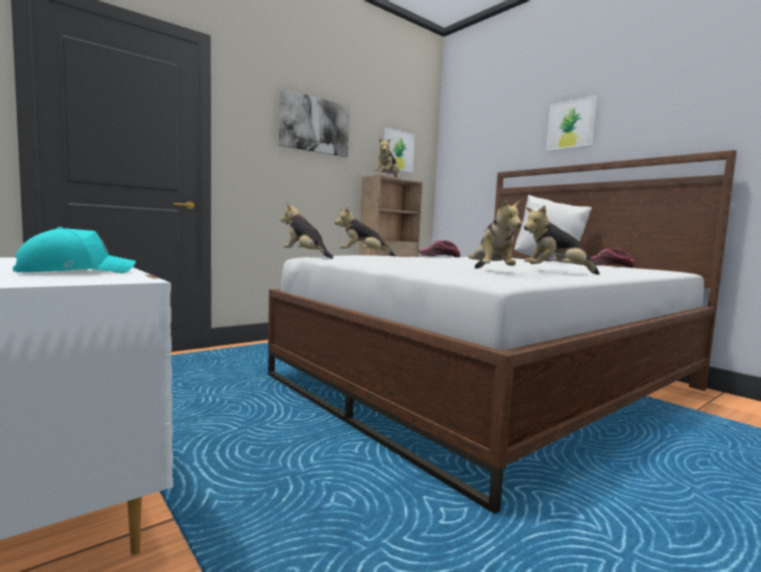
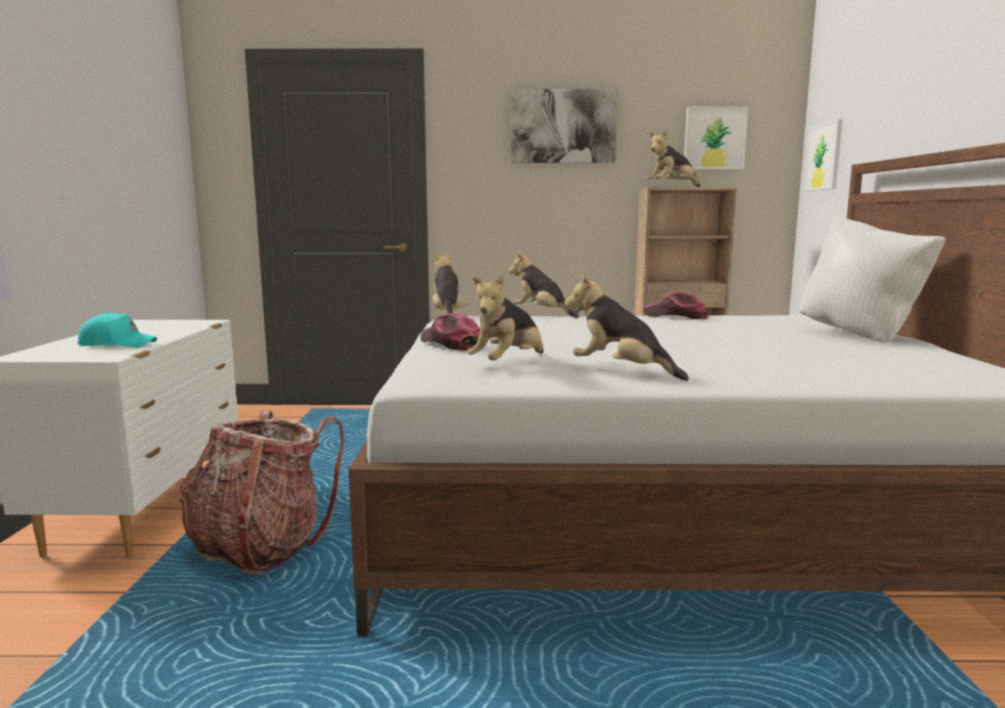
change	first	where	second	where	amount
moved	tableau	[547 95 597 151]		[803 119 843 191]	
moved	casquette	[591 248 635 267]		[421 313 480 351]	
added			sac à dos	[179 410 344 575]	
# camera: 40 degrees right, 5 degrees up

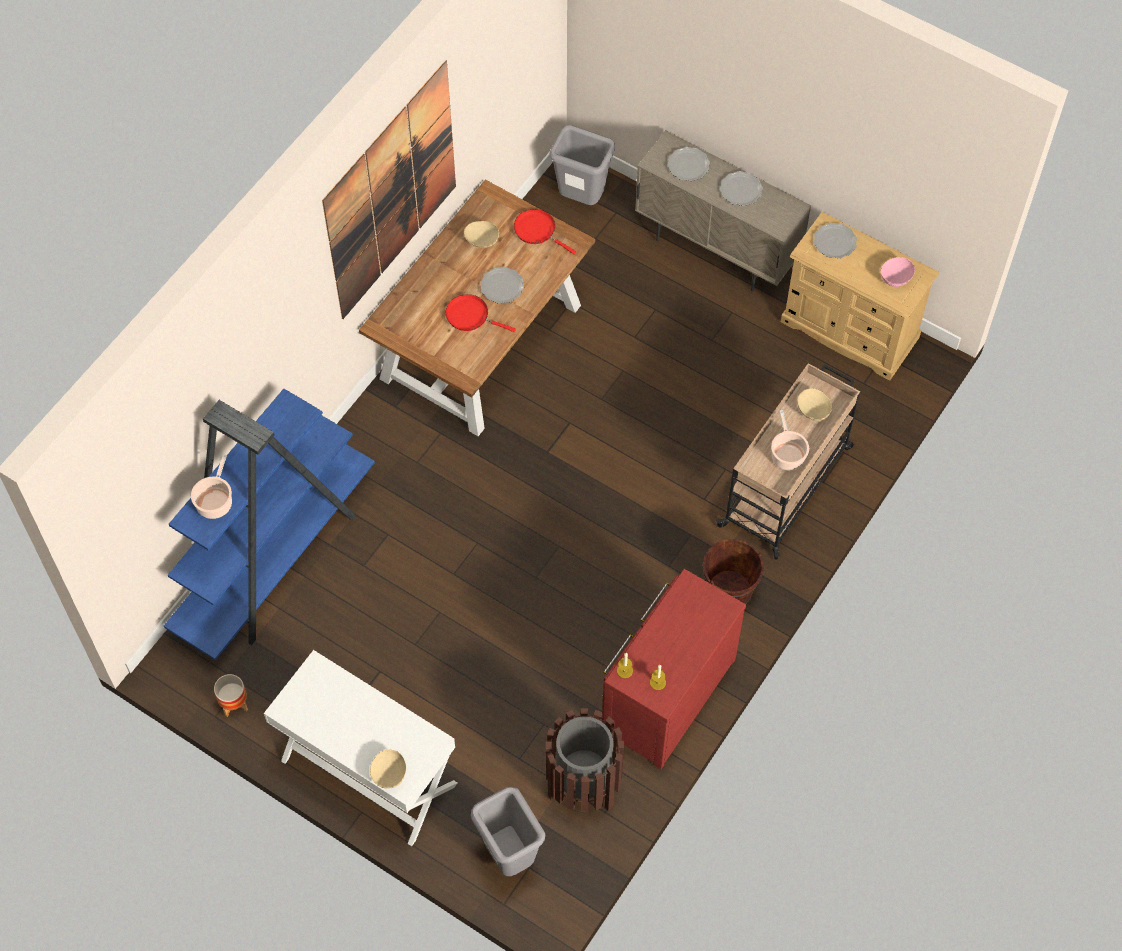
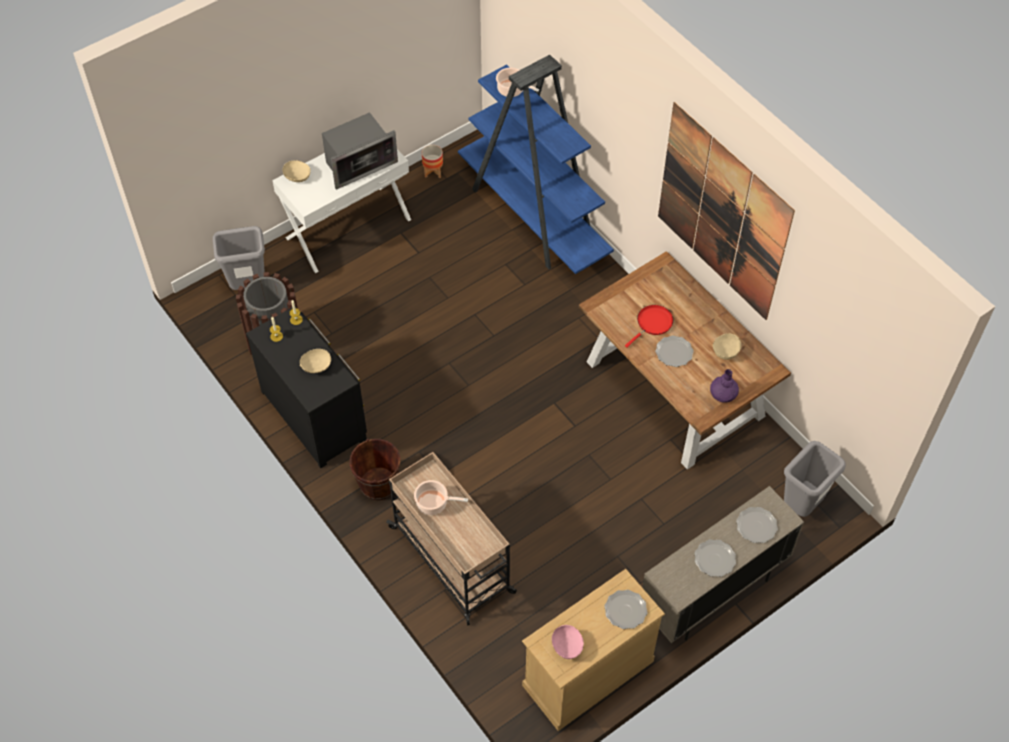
change	first	where	second	where	amount
replaced	poêle/rouge	[514 209 576 254]	vase/violet	[710 369 739 403]	
recoloured	commode/rouge	[602 569 746 769]	commode/noir	[246 306 367 468]	
moved	bol/beige	[797 388 832 421]		[300 349 331 373]	
added			micro-ondes	[322 112 398 190]	
# camera: 110 degrees right, 5 degrees down

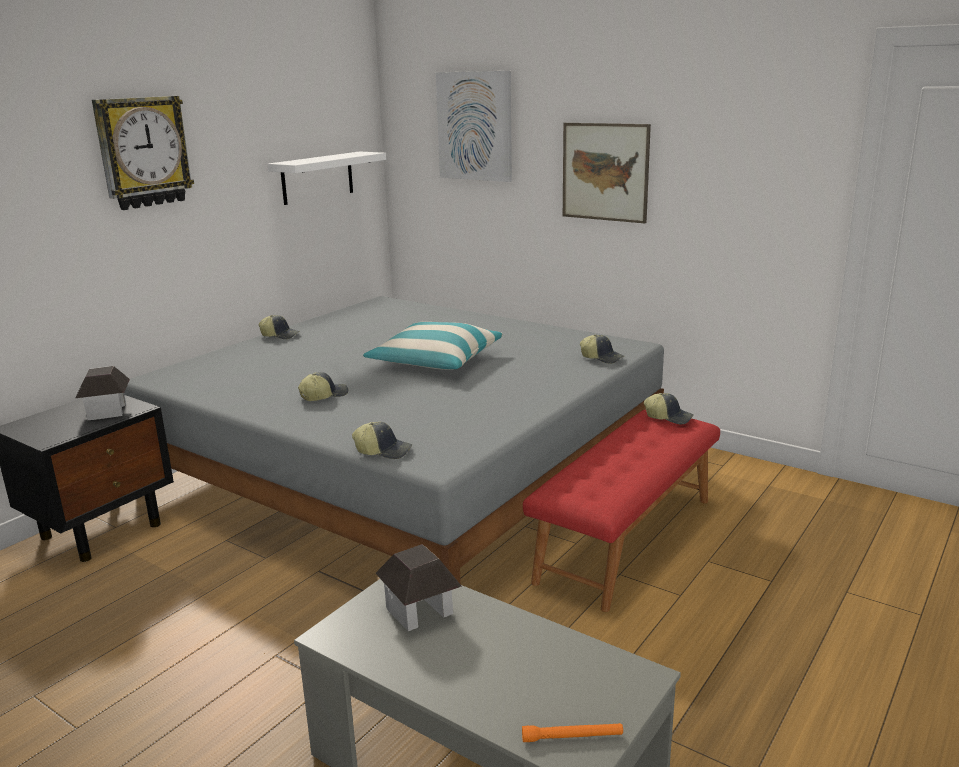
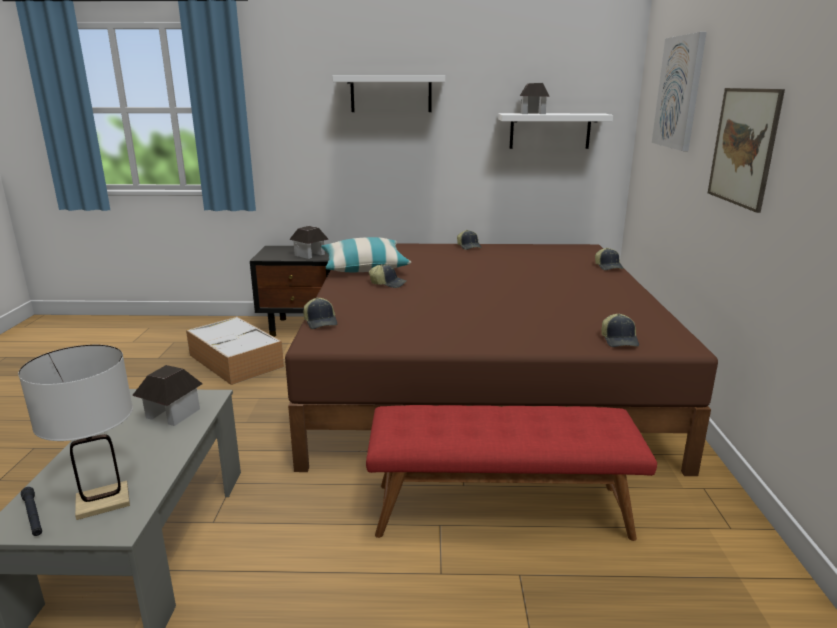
change	first	where	second	where	amount
replaced	horloge murale	[92 96 194 210]	étagère/blanc	[333 75 445 112]	
recoloured	lit/gris	[124 296 664 584]	lit/marron	[285 244 718 476]	
moved	coussin	[363 322 503 370]		[321 237 411 272]	
recoloured	lampe de poche/orange	[522 723 623 742]	lampe de poche/noir	[21 487 42 536]	
moved	casquette	[644 393 693 424]		[595 248 623 270]	
added			lampe de table/blanc	[18 345 133 520]	
added			boîte de rangement	[186 317 284 385]	
added			maison miniature	[520 83 550 114]	
# camera: 55 degrees right, 0 degrees up

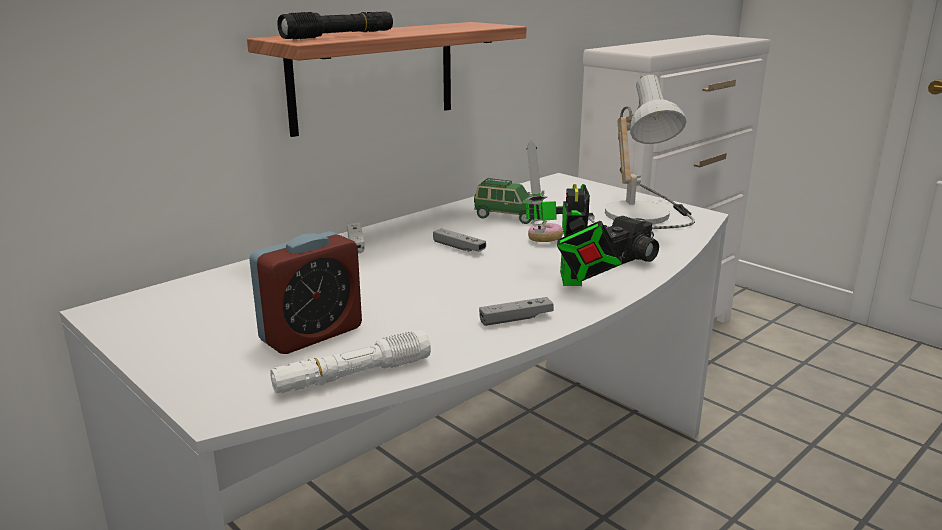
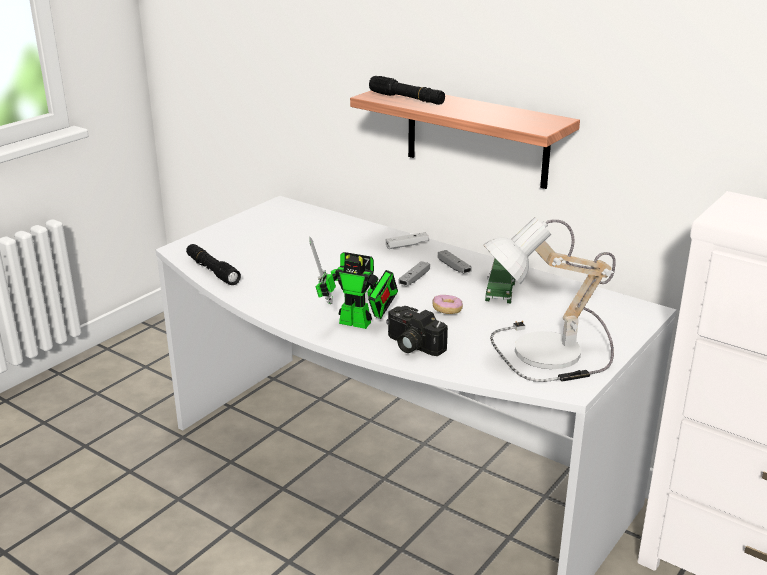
change	first	where	second	where	amount
removed	réveil	[249 231 362 354]			
recoloured	lampe de poche/blanc	[270 330 431 393]	lampe de poche/noir	[186 244 241 285]	
moved	manette/gris	[479 297 554 326]		[438 250 472 274]	
turned	robot jouet	[525 140 622 286]		[309 237 398 329]	150 degrees counterclockwise
# camera: 80 degrees right, 5 degrees up

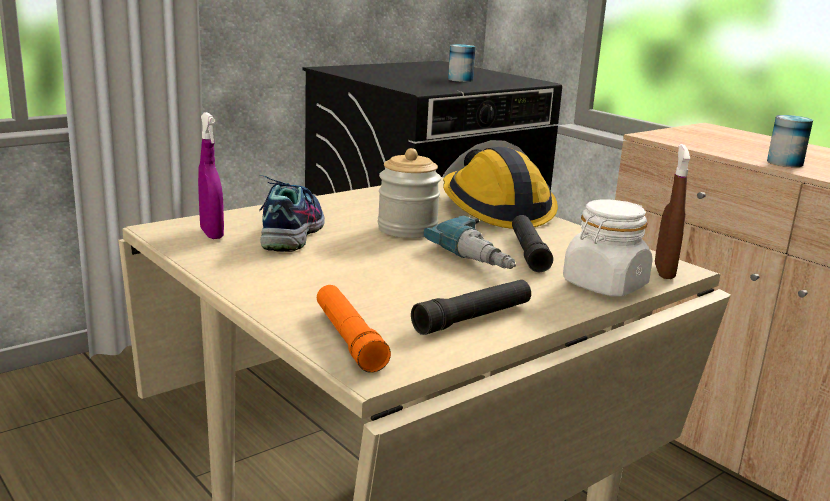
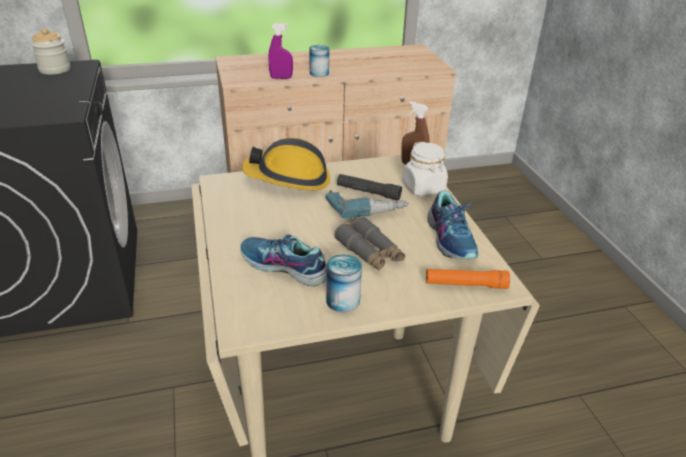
change	first	where	second	where	amount
moved	vaporisateur/violet	[198 112 224 239]		[268 23 293 79]	
moved	bocal	[378 148 441 238]		[31 28 71 75]	
replaced	lampe de poche/noir	[411 280 531 335]	chaussure	[428 191 479 259]	
moved	boîte métallique	[448 44 476 82]		[326 254 362 312]	
added			jumelles/gris	[334 217 405 271]	
# camera: 65 degrees left, 15 degrees up

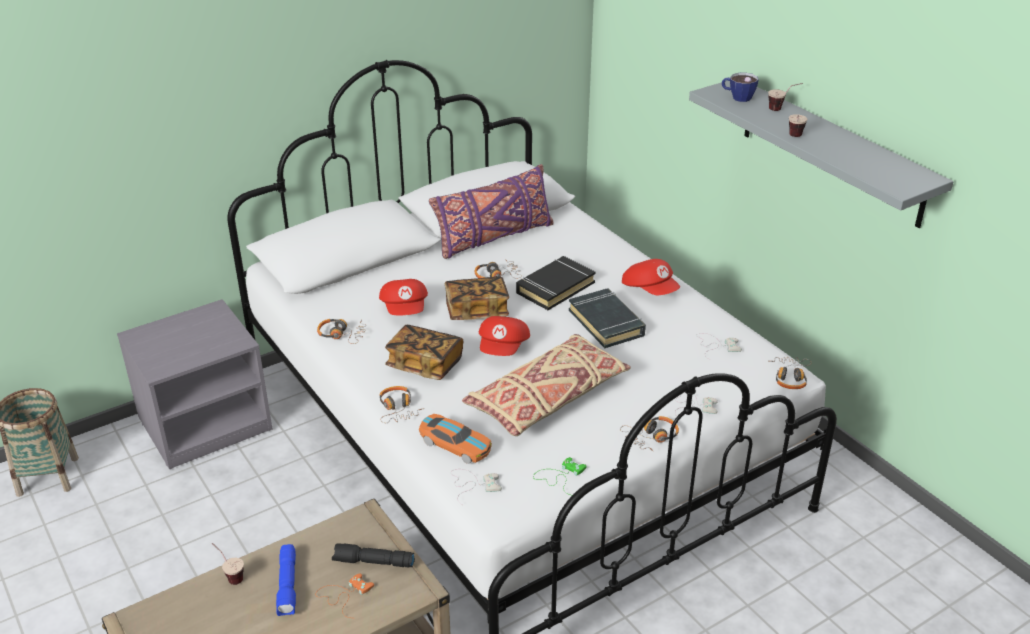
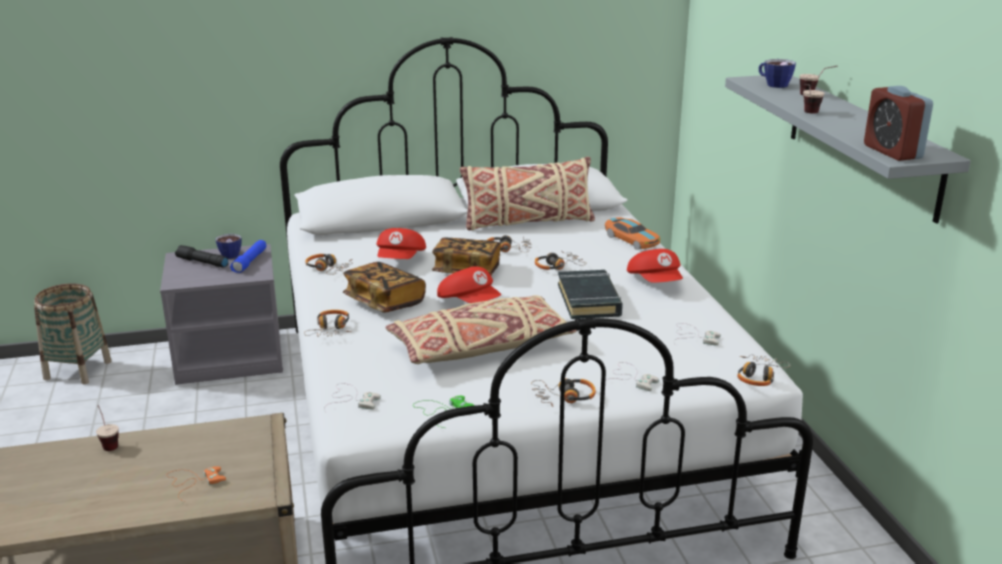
change	first	where	second	where	amount
moved	lampe de poche/bleu	[276 544 296 616]		[230 240 266 273]	
moved	lampe de poche/noir	[332 543 415 568]		[175 245 229 267]	
moved	petite voiture	[419 414 492 464]		[605 217 660 250]	
recoloured	coussin/violet	[429 164 554 259]	coussin/beige	[460 157 595 231]	
turned	casquette/rouge	[479 316 530 356]		[437 266 501 303]	75 degrees counterclockwise
replaced	livre/noir	[516 256 596 310]	casque audio	[535 251 586 270]	
added			tasse	[215 234 242 259]	
added			réveil	[864 86 933 161]	
# camera: 20 degrees right, 10 degrees down

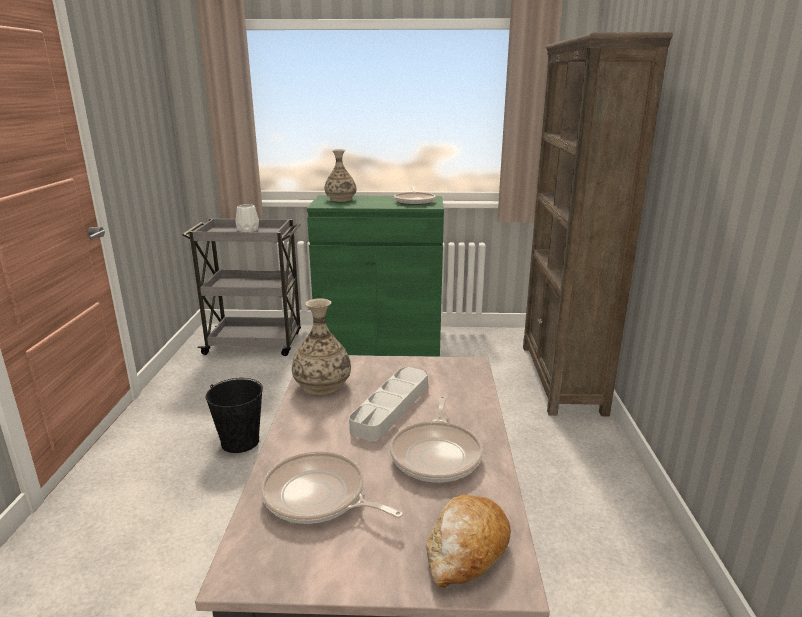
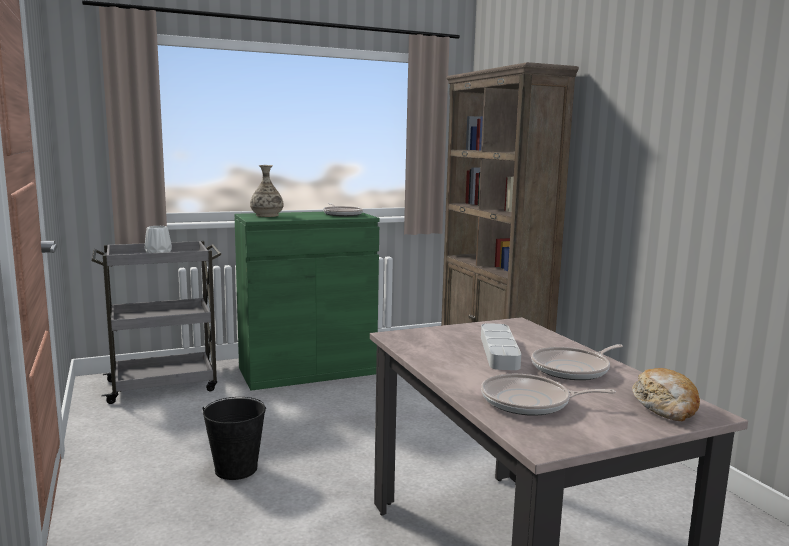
change	first	where	second	where	amount
removed	vase	[292 299 351 395]			
turned	poêle	[390 396 483 482]		[531 344 623 380]	75 degrees clockwise
# camera: 25 degrees left, 10 degrees down

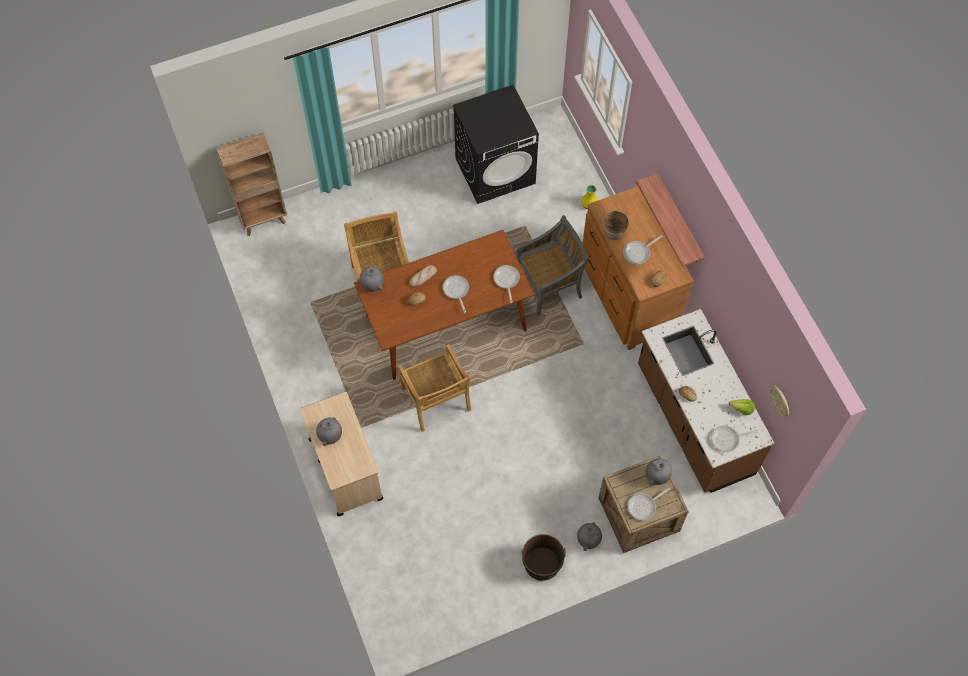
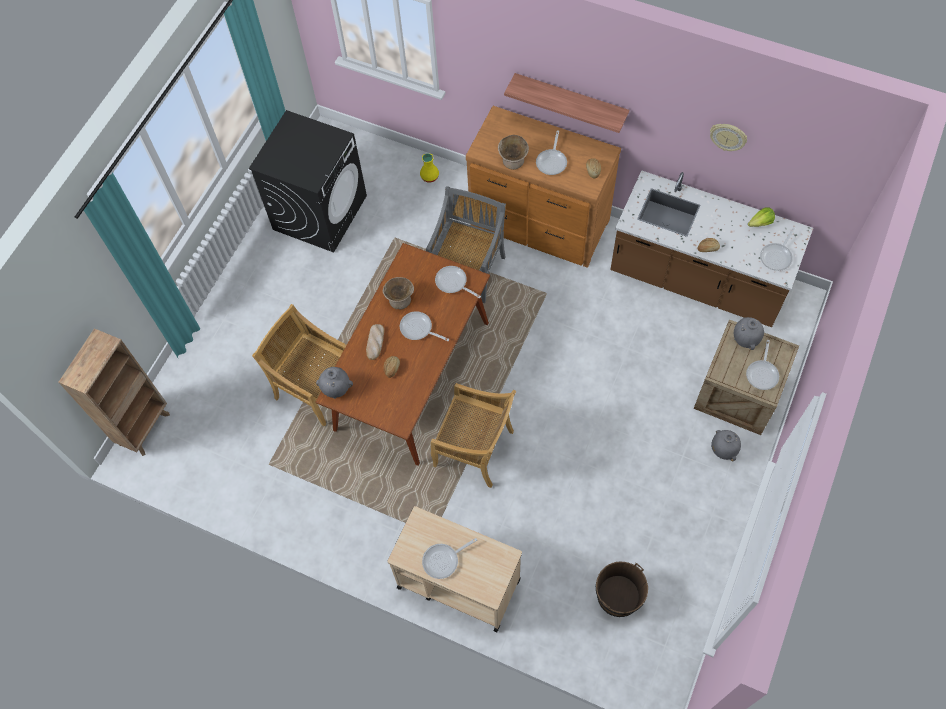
change	first	where	second	where	amount
replaced	vase/gris	[316 417 342 446]	poêle	[422 538 477 579]	
moved	seau/marron	[522 534 566 581]		[596 561 648 617]	
moved	horloge murale	[770 385 790 418]		[710 124 747 151]	
added			bol/beige	[383 277 414 310]	
# camera: 40 degrees left, 0 degrees up

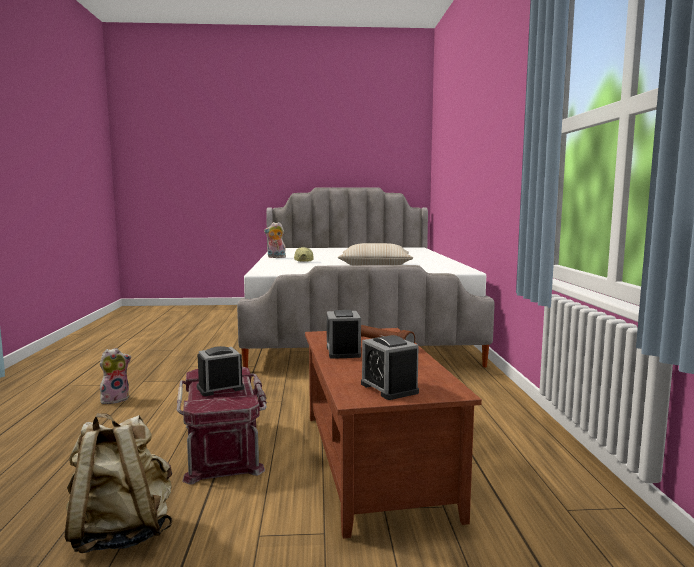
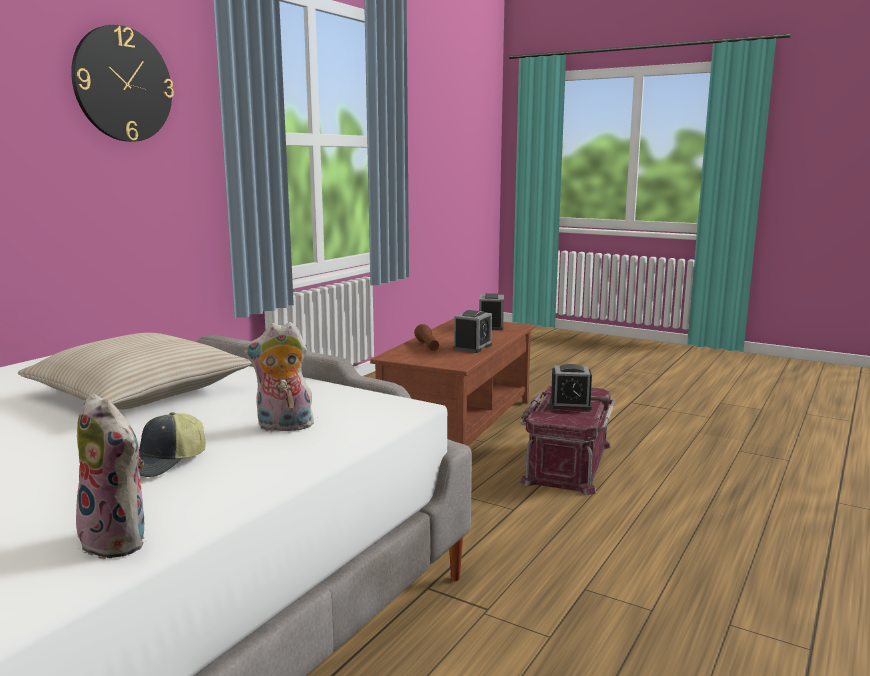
change	first	where	second	where	amount
removed	sac à dos/beige	[65 413 172 553]			
moved	peluche	[100 348 131 404]		[243 322 314 433]	
added			horloge murale	[71 25 174 142]	
# camera: 145 degrees left, 5 degrees up

